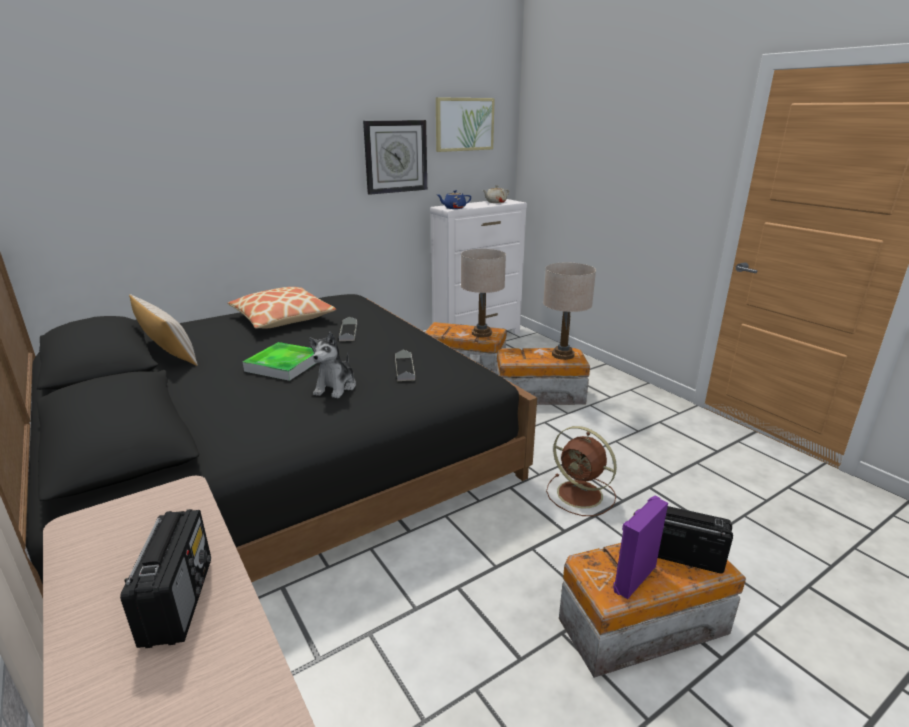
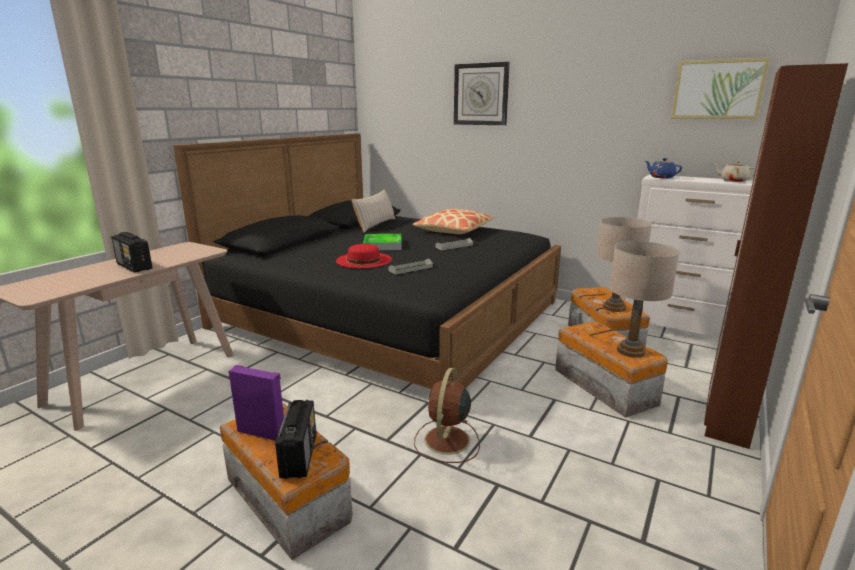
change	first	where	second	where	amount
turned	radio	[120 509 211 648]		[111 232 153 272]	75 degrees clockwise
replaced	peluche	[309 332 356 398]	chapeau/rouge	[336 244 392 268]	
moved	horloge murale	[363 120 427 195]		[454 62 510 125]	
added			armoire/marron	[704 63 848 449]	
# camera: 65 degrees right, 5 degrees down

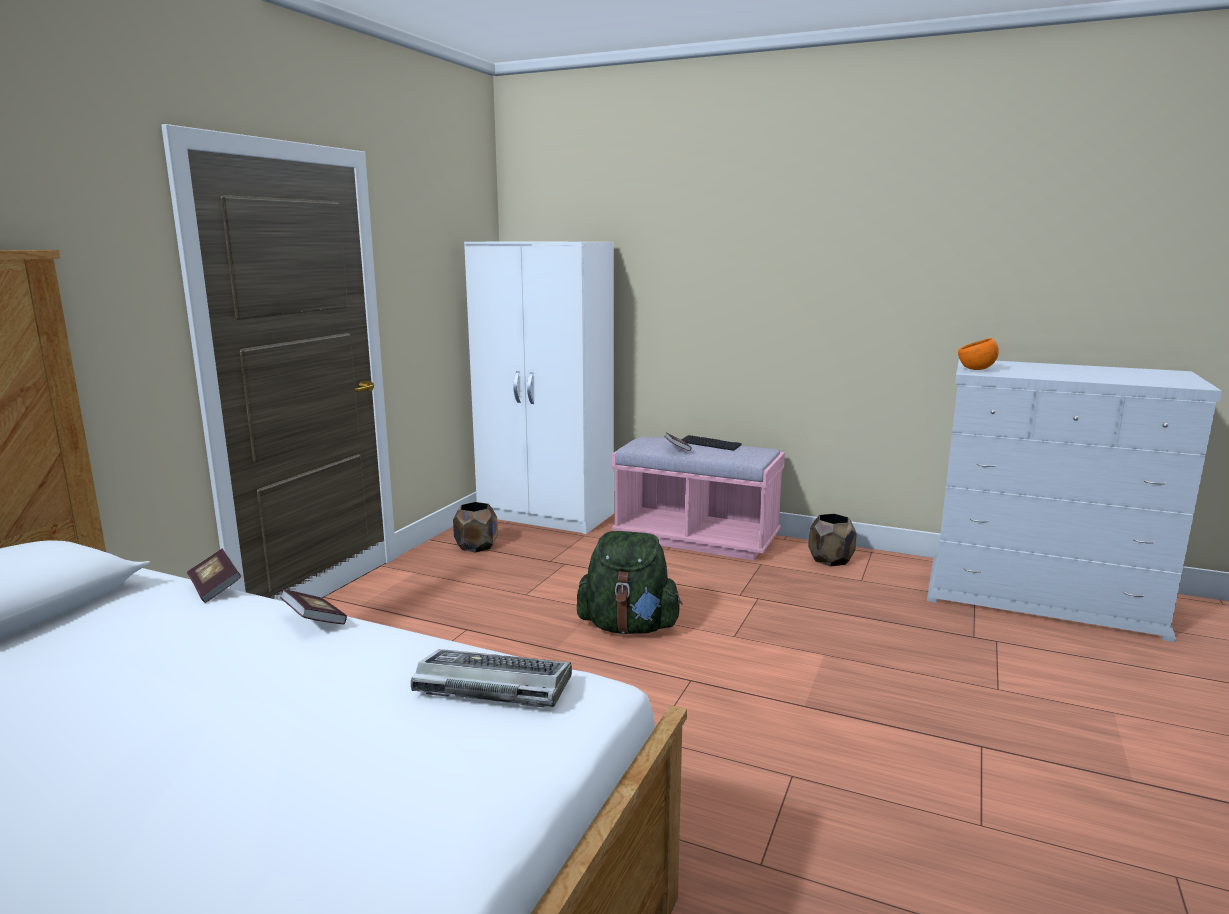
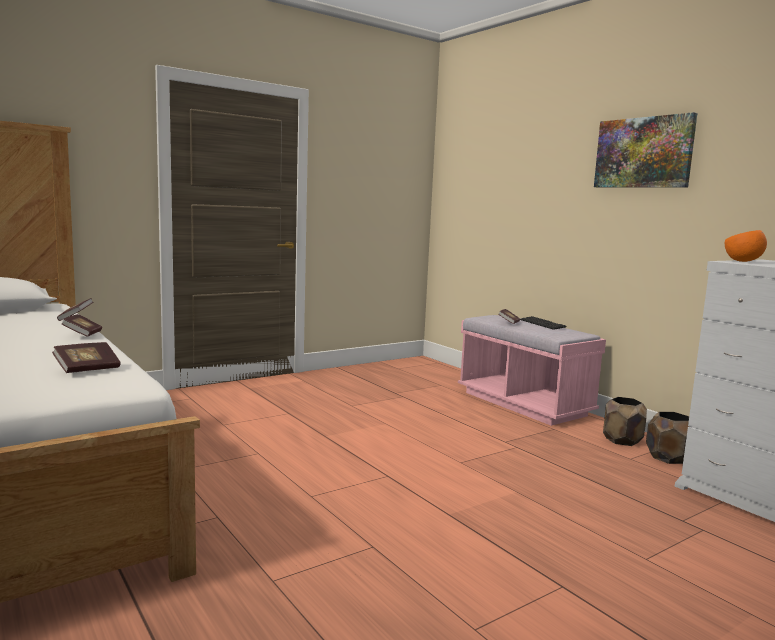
change	first	where	second	where	amount
replaced	clavier	[411 649 572 707]	livre	[52 342 121 373]	
moved	cache-pot/marron	[453 502 498 553]		[646 412 689 464]	
removed	armoire/blanc	[464 241 614 534]			
removed	sac à dos/vert	[577 531 682 634]			
added			tableau	[594 112 697 187]	
# camera: 30 degrees right, 5 degrees down

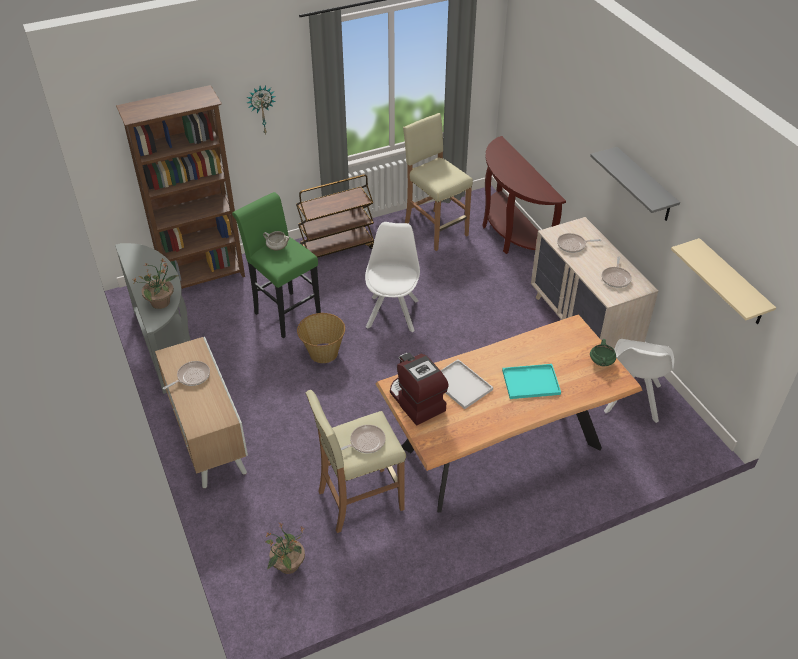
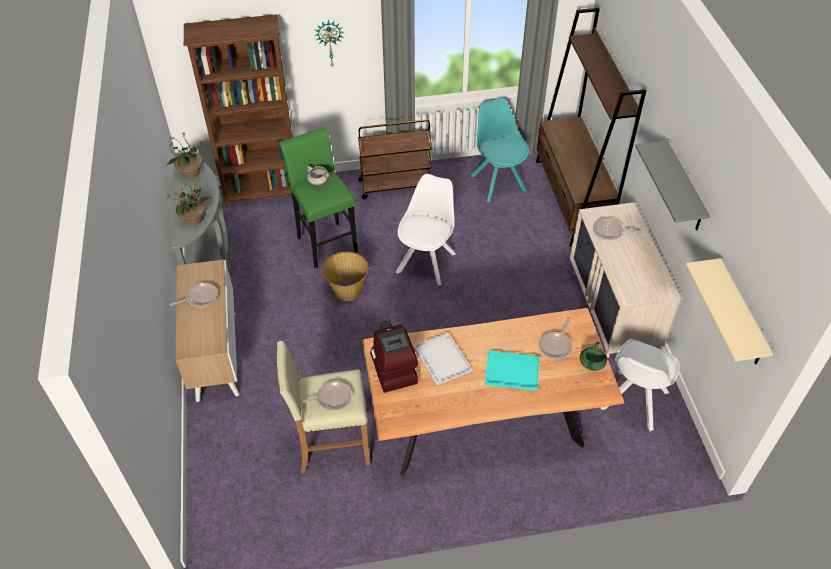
change	first	where	second	where	amount
moved	plante en pot	[266 523 305 574]		[167 132 203 179]	
replaced	tabouret/beige	[403 113 473 251]	chaise/turquoise	[471 98 529 203]	
replaced	table console/marron	[482 136 566 254]	bibliothèque/marron	[536 8 646 247]	
moved	poêle	[602 256 632 288]		[539 320 572 360]	
# camera: 15 degrees right, 5 degrees up

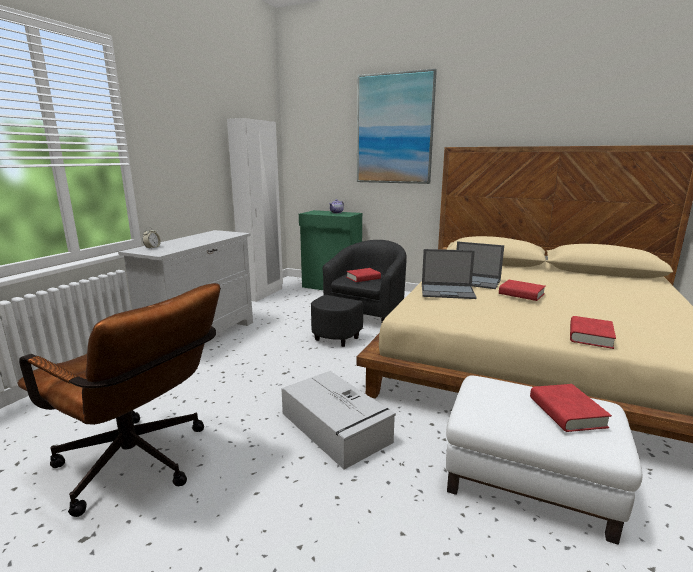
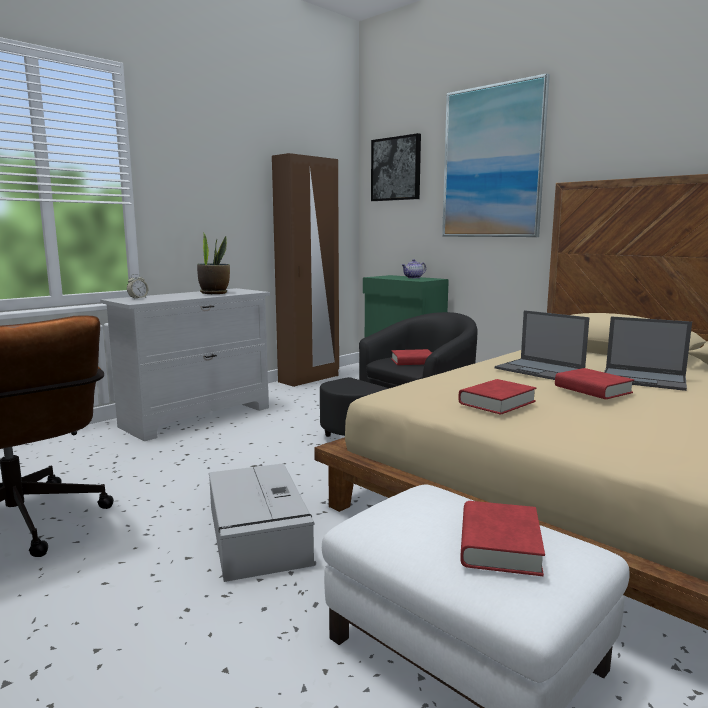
change	first	where	second	where	amount
recoloured	armoire/blanc	[227 118 283 302]	armoire/marron	[272 153 339 387]	
moved	ordinateur portable	[422 249 477 299]		[604 316 692 391]	
moved	livre/rouge	[570 316 616 349]		[458 379 536 415]	
added			plante en pot	[197 232 230 294]	
added			tableau	[371 133 421 201]	
# camera: 20 degrees right, 5 degrees down

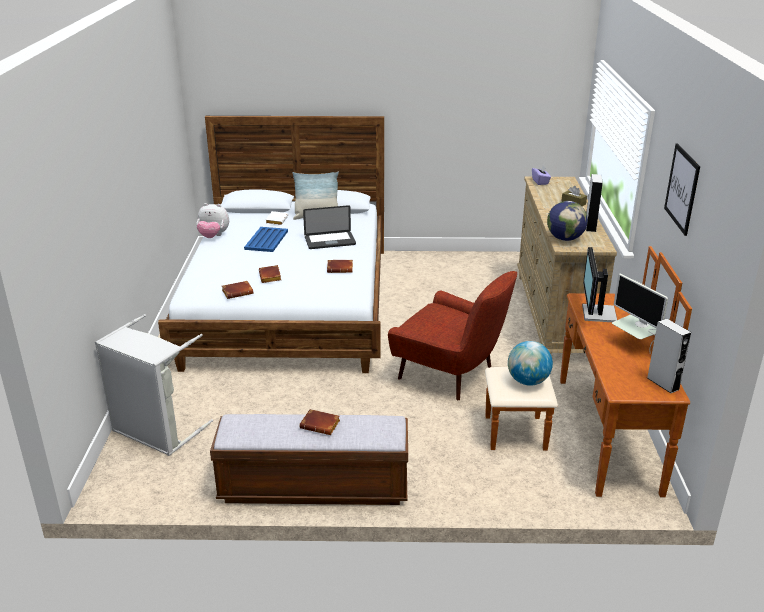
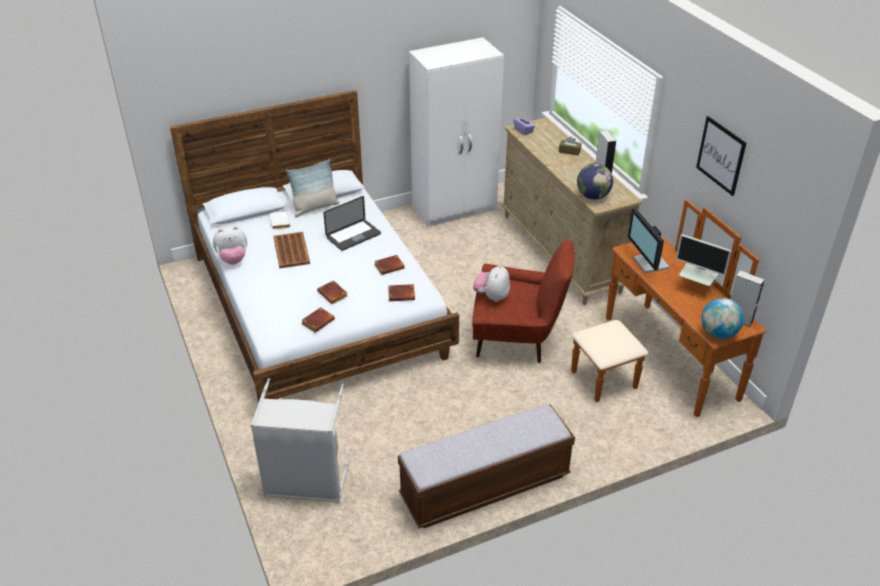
change	first	where	second	where	amount
recoloured	plateau/bleu	[244 227 288 252]	plateau/marron	[273 232 310 269]	
moved	livre/marron	[299 409 340 435]		[388 284 415 301]	
moved	globe	[508 341 553 386]		[701 298 744 339]	
added			armoire/blanc	[409 37 504 227]	
added			peluche	[473 264 510 302]	
# camera: 25 degrees left, 10 degrees up

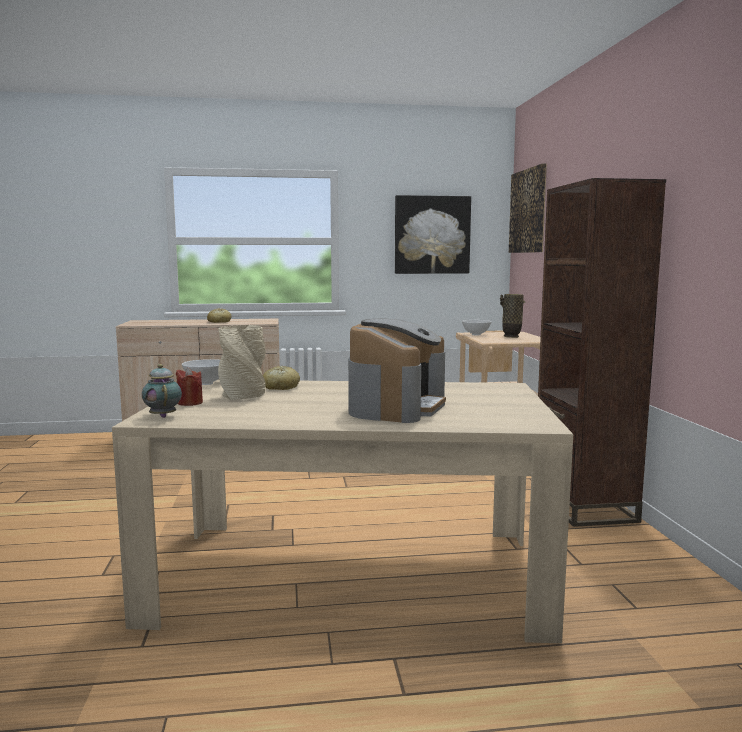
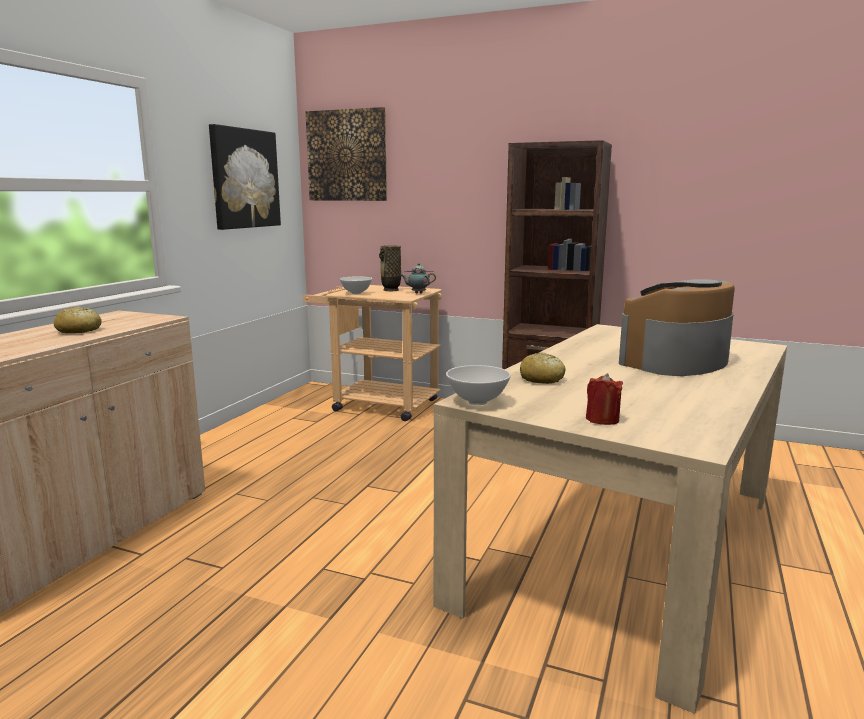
change	first	where	second	where	amount
moved	théière	[142 364 182 418]		[401 263 436 294]	
removed	vase/beige	[218 325 265 400]			
turned	machine à café	[348 319 446 423]		[619 279 735 376]	90 degrees counterclockwise
# camera: 60 degrees left, 5 degrees up

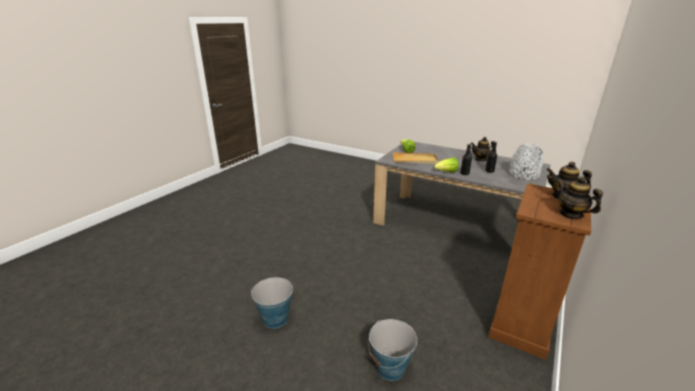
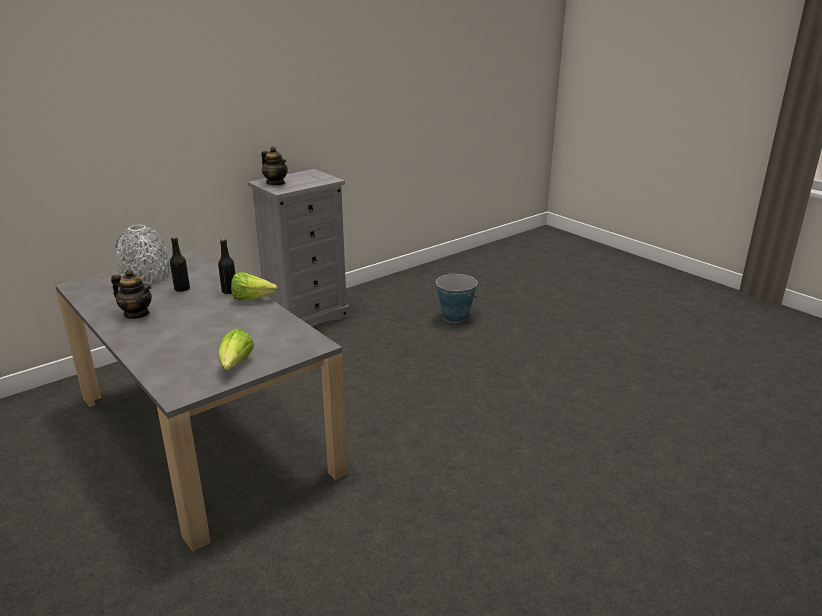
change	first	where	second	where	amount
removed	seau	[251 277 294 328]			
removed	plateau/beige	[393 153 439 164]			
recoloured	commode/marron	[488 183 591 360]	commode/gris	[248 169 350 327]	
removed	théière	[556 177 603 220]			
# camera: 160 degrees left, 0 degrees up

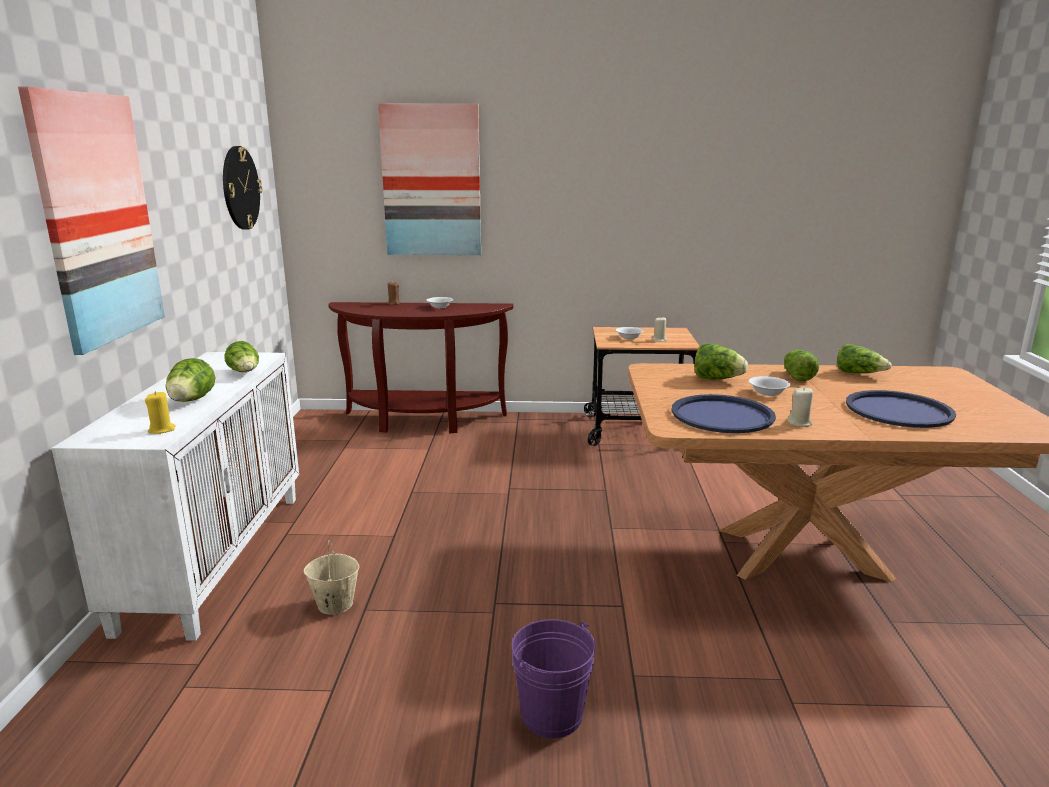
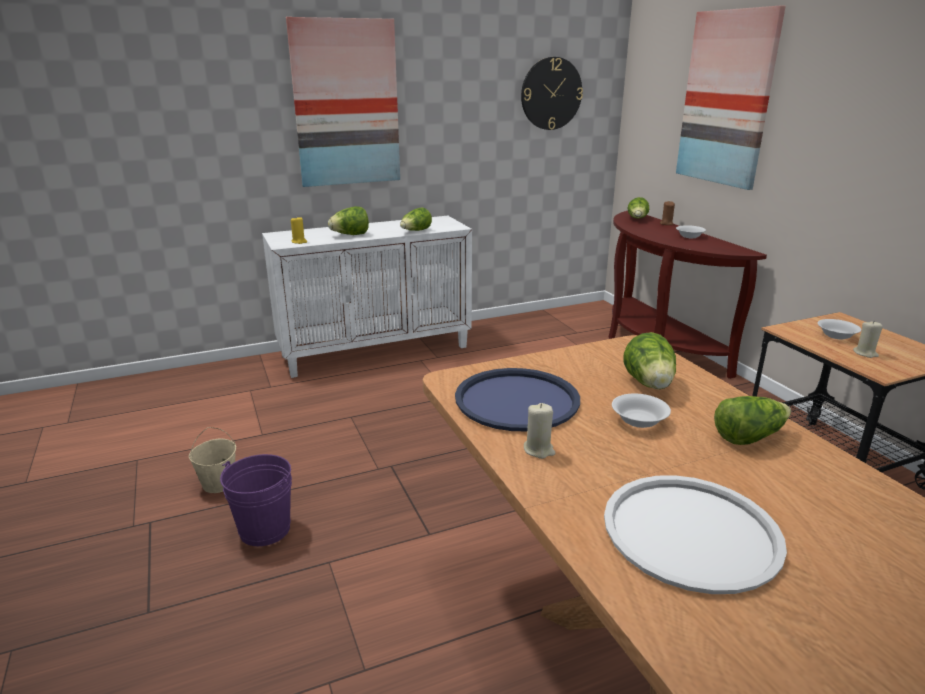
change	first	where	second	where	amount
moved	seau/beige	[304 540 359 615]		[189 427 236 493]	
moved	laitue	[837 344 892 373]		[627 197 649 219]	
recoloured	plateau/bleu	[846 390 956 428]	plateau/blanc	[604 475 787 594]	
# camera: 65 degrees right, 5 degrees up

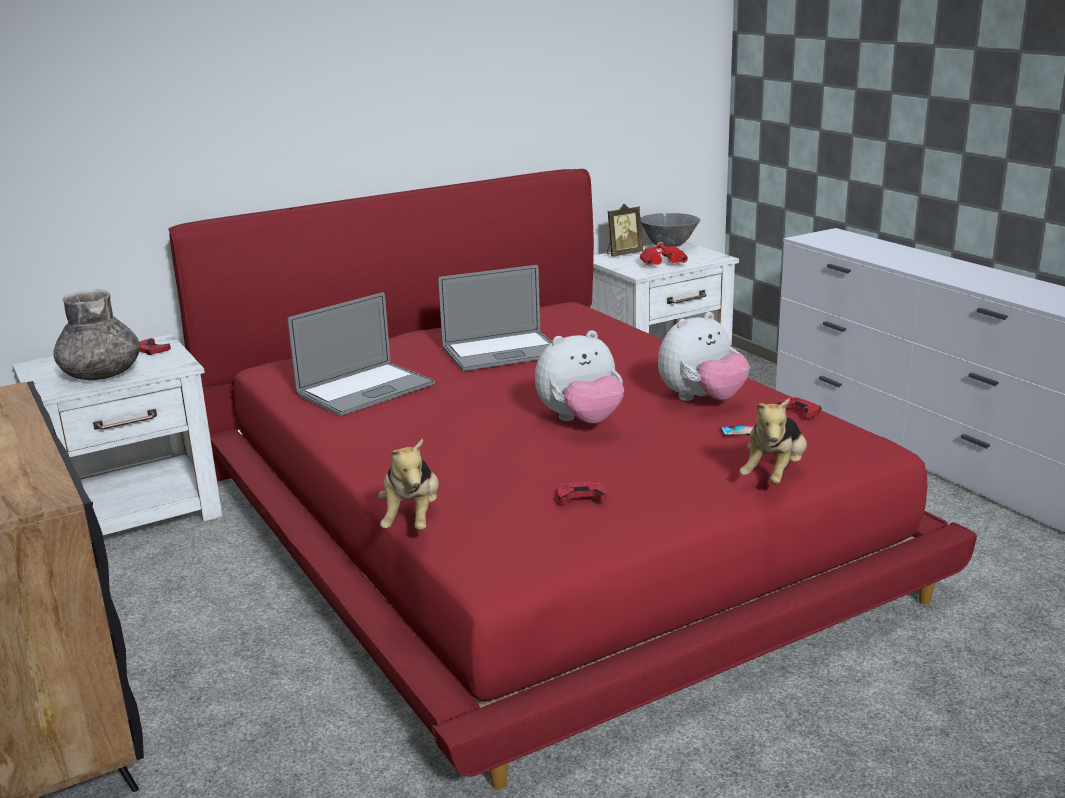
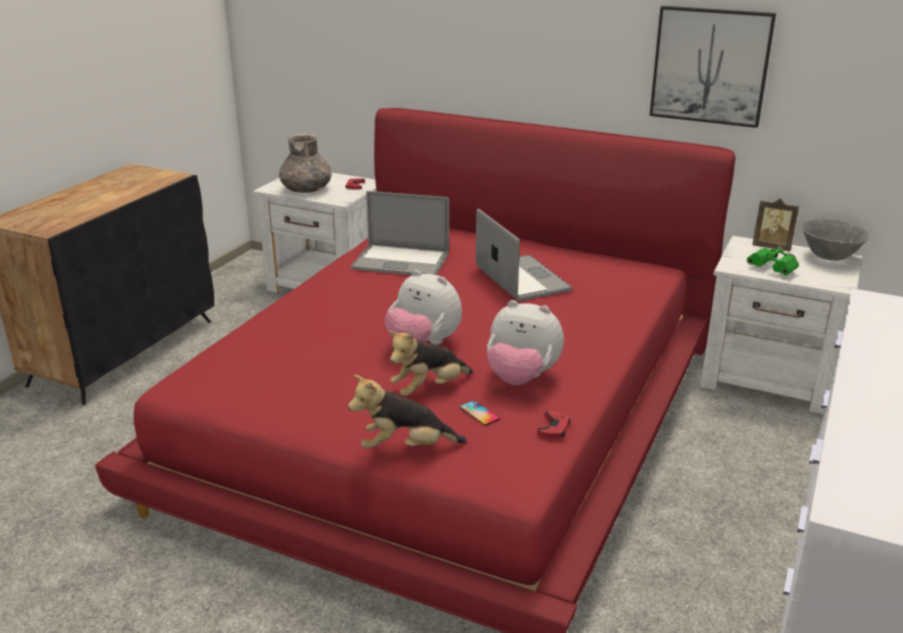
change	first	where	second	where	amount
moved	peluche	[378 438 439 531]		[388 331 473 396]	
turned	ordinateur portable	[438 265 552 371]		[476 209 573 302]	150 degrees counterclockwise
removed	manette/rouge	[558 481 607 503]			
recoloured	jumelles/rouge	[640 242 688 266]	jumelles/vert	[747 247 799 275]	
added			tableau	[650 6 776 128]	
# camera: 55 degrees right, 5 degrees up

